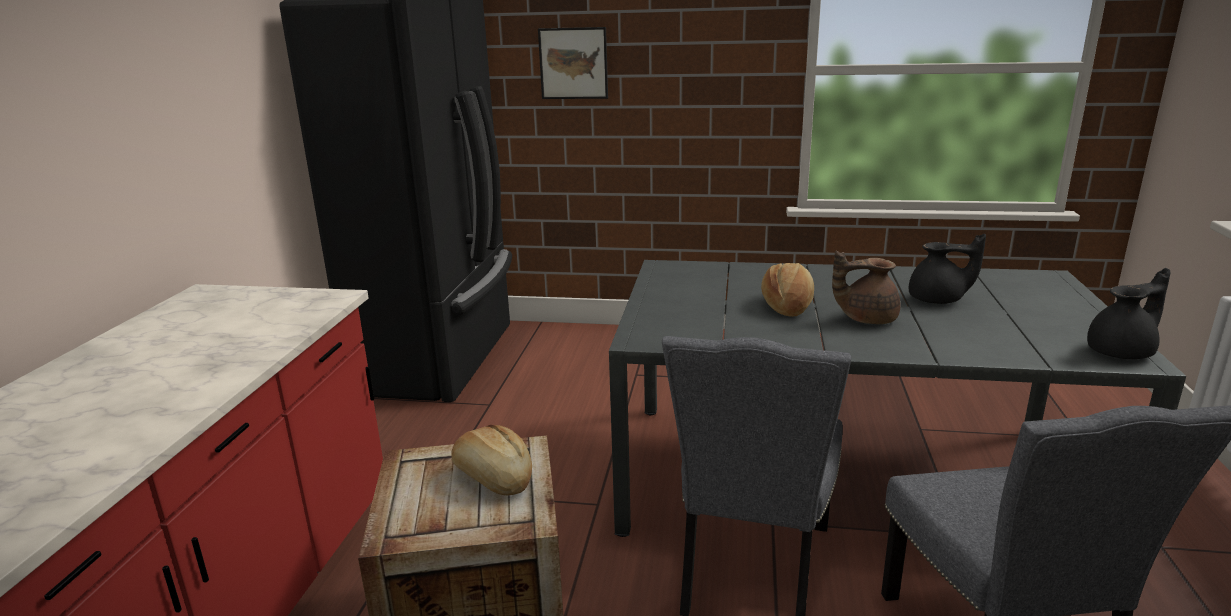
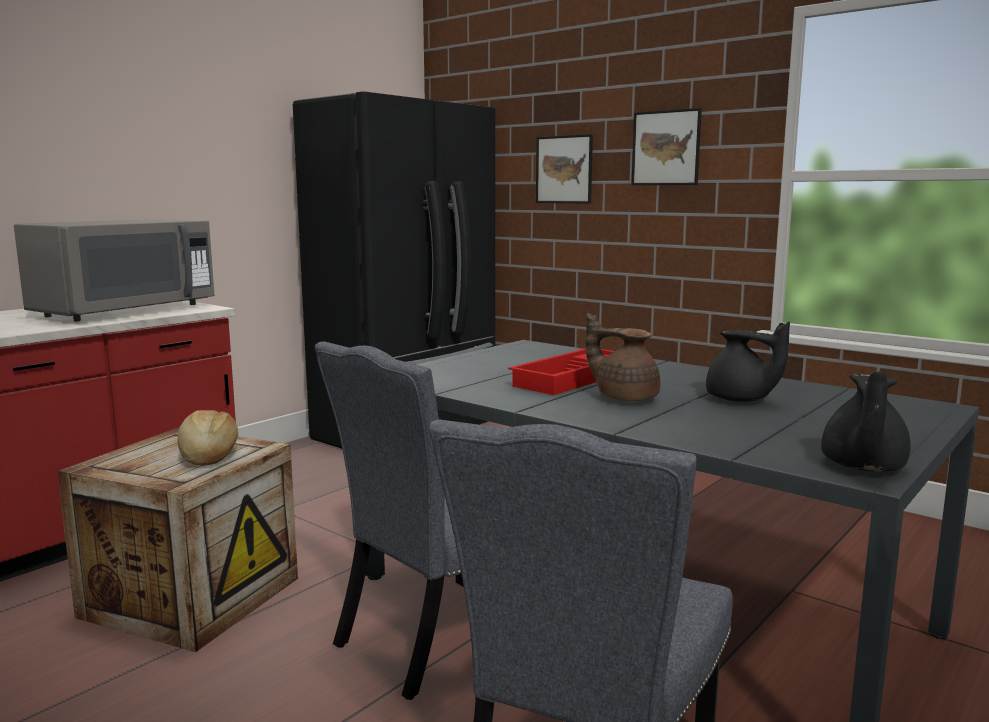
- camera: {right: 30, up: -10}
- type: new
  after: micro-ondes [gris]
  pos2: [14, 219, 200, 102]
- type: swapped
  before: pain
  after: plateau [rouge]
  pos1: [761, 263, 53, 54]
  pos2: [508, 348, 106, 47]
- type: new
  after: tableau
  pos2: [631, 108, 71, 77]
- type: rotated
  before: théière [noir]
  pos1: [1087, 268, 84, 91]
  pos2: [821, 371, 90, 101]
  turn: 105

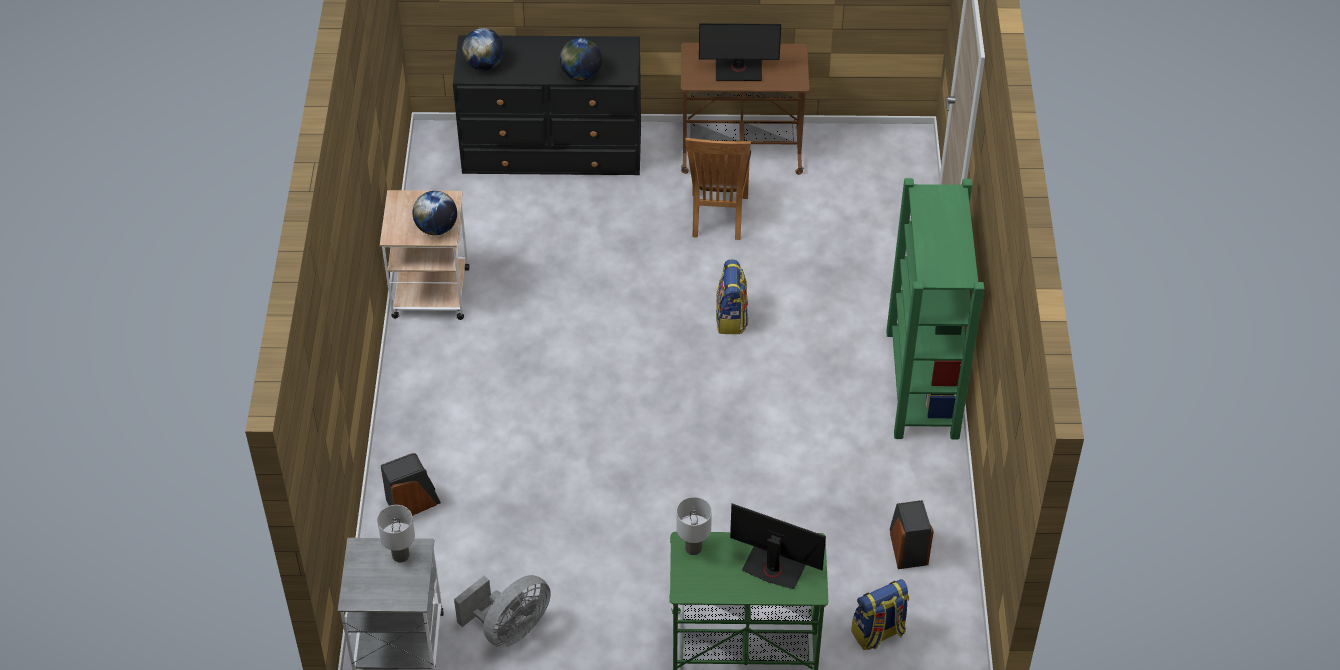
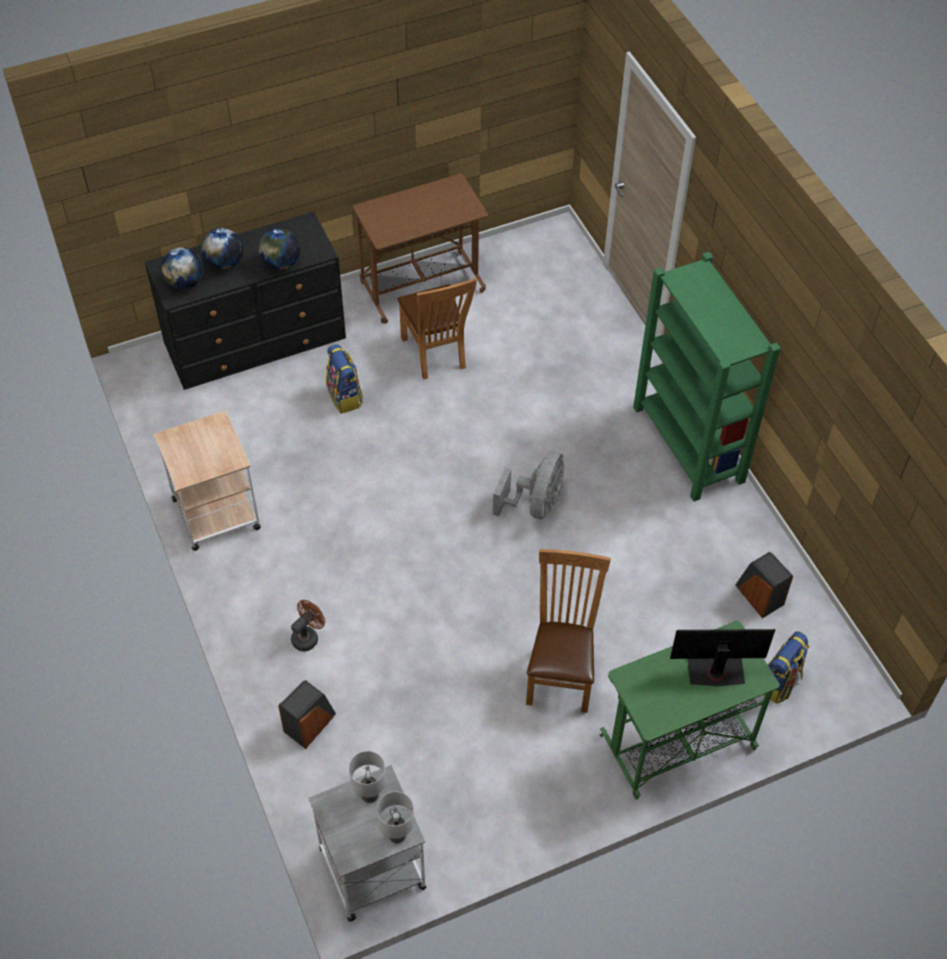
- camera: {right: -25, up: 5}
- type: shifted
  before: globe
  pos1: [412, 191, 45, 44]
  pos2: [201, 228, 42, 42]
- type: new
  after: ventilateur [marron]
  pos2: [291, 600, 34, 51]
- type: shifted
  before: sac à dos
  pos1: [716, 259, 32, 75]
  pos2: [326, 344, 37, 70]
- type: shifted
  before: lampe de table [blanc]
  pos1: [677, 497, 35, 58]
  pos2: [377, 792, 37, 51]
- type: shifted
  before: ventilateur [gris]
  pos1: [454, 575, 97, 72]
  pos2: [493, 451, 71, 68]
- type: new
  after: chaise [marron]
  pos2: [526, 549, 85, 164]
- type: gone
  before: écran d'ordinateur
  pos1: [699, 23, 82, 58]

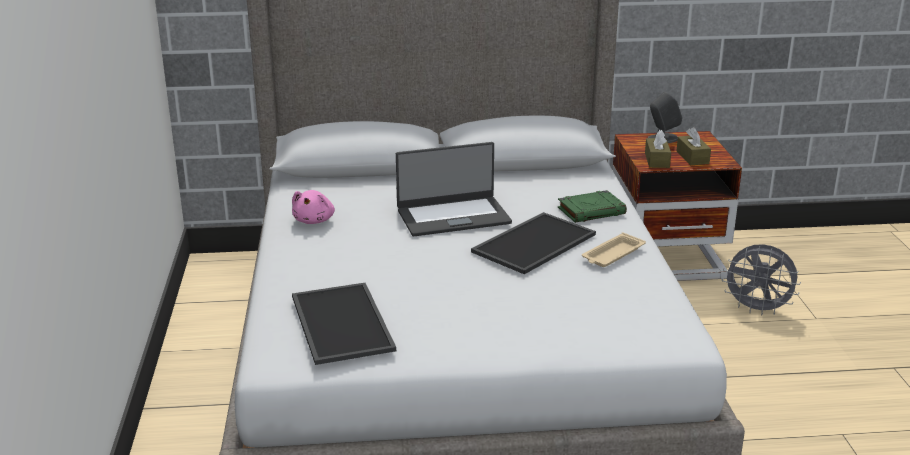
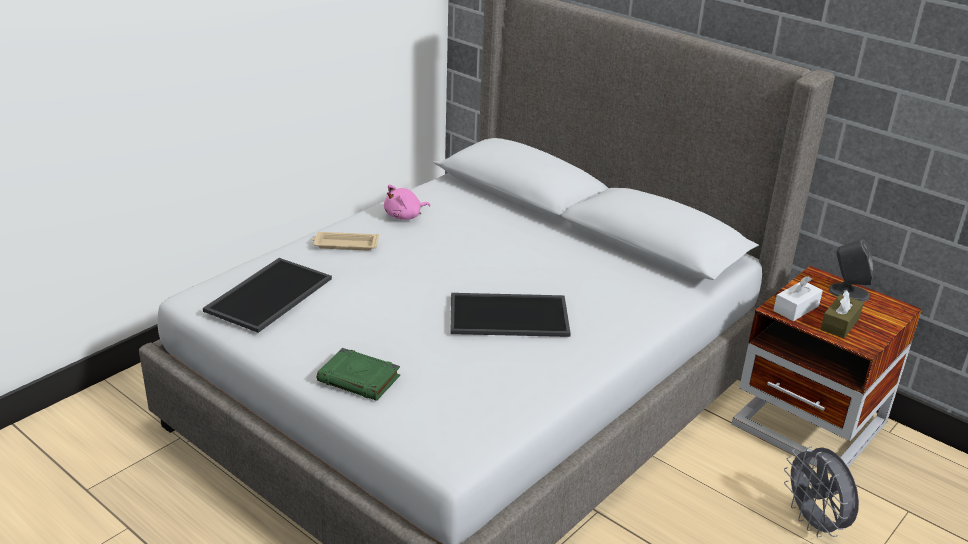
- camera: {right: 45, up: 5}
- type: shifted
  before: plateau [beige]
  pos1: [582, 232, 64, 35]
  pos2: [312, 232, 67, 18]
- type: shifted
  before: livre [vert]
  pos1: [558, 190, 69, 33]
  pos2: [317, 348, 83, 53]
- type: repainted
  before: boîte à mouchoirs [marron]
  after: boîte à mouchoirs [blanc]
  pos1: [645, 130, 26, 38]
  pos2: [773, 276, 50, 45]
- type: gone
  before: ordinateur portable
  pos1: [396, 142, 116, 94]

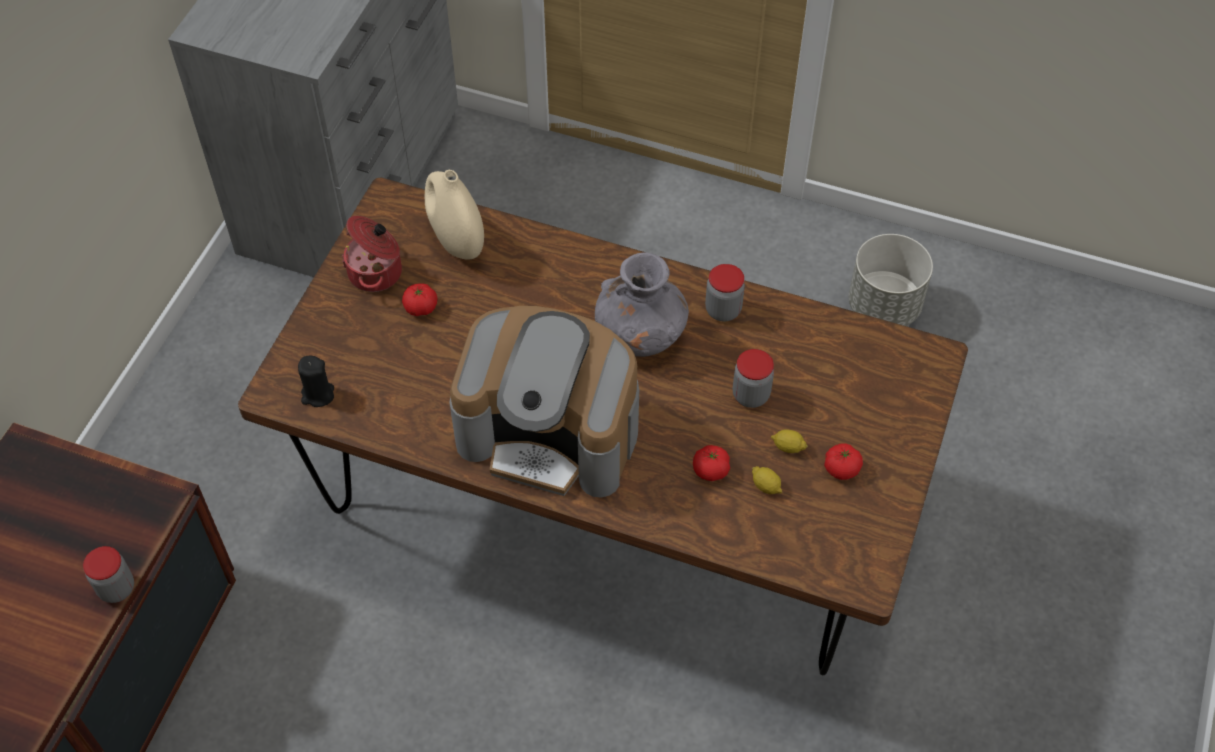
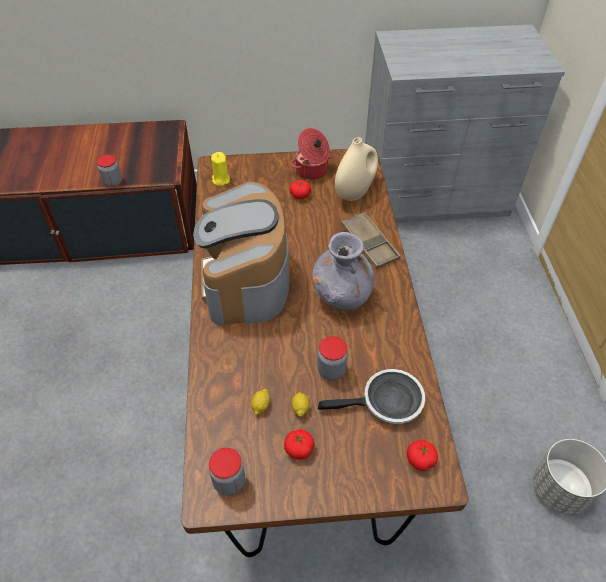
- camera: {right: 65, up: -5}
- type: shifted
  before: bocal
  pos1: [705, 264, 40, 57]
  pos2: [209, 447, 36, 49]
- type: repainted
  before: bougie [noir]
  after: bougie [jaune]
  pos1: [298, 356, 36, 51]
  pos2: [211, 152, 19, 34]
- type: new
  after: poêle
  pos2: [318, 369, 107, 55]
- type: new
  after: plateau [marron]
  pos2: [341, 212, 59, 57]
- type: shifted
  before: tomate
  pos1: [693, 445, 37, 36]
  pos2: [407, 440, 31, 31]

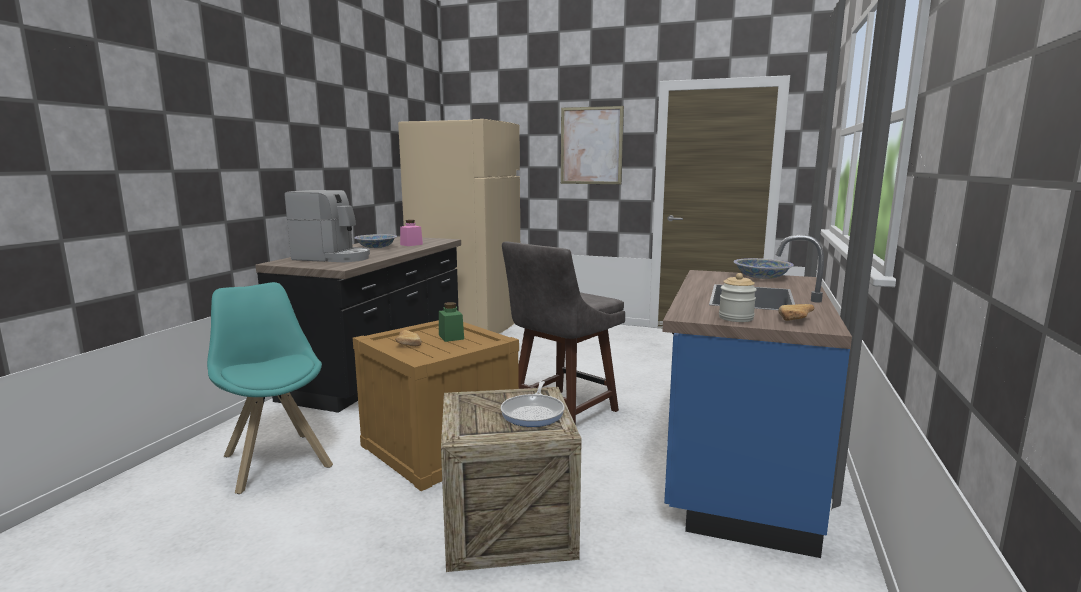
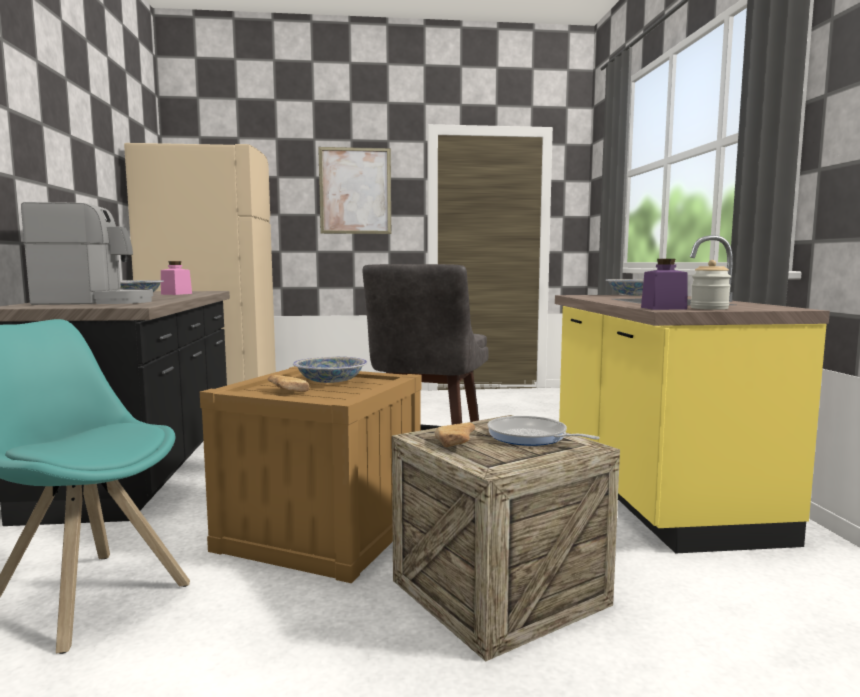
- camera: {right: -25, up: -5}
- type: swapped
  before: bocal [vert]
  after: bol
  pos1: [439, 302, 25, 40]
  pos2: [293, 357, 74, 26]
- type: shifted
  before: pain
  pos1: [778, 304, 36, 17]
  pos2: [435, 423, 40, 24]
- type: rotated
  before: poêle
  pos1: [501, 381, 63, 46]
  pos2: [488, 416, 112, 30]
  turn: 150
- type: repainted
  before: comptoir de cuisine [bleu]
  after: comptoir de cuisine [jaune]
  pos1: [662, 235, 190, 323]
  pos2: [555, 235, 275, 318]
- type: new
  after: bocal [violet]
  pos2: [641, 259, 47, 51]

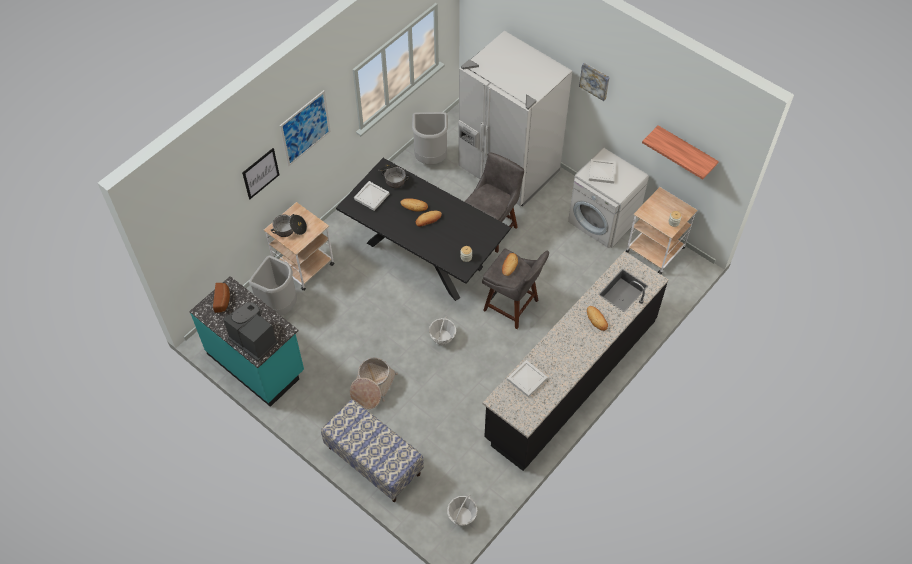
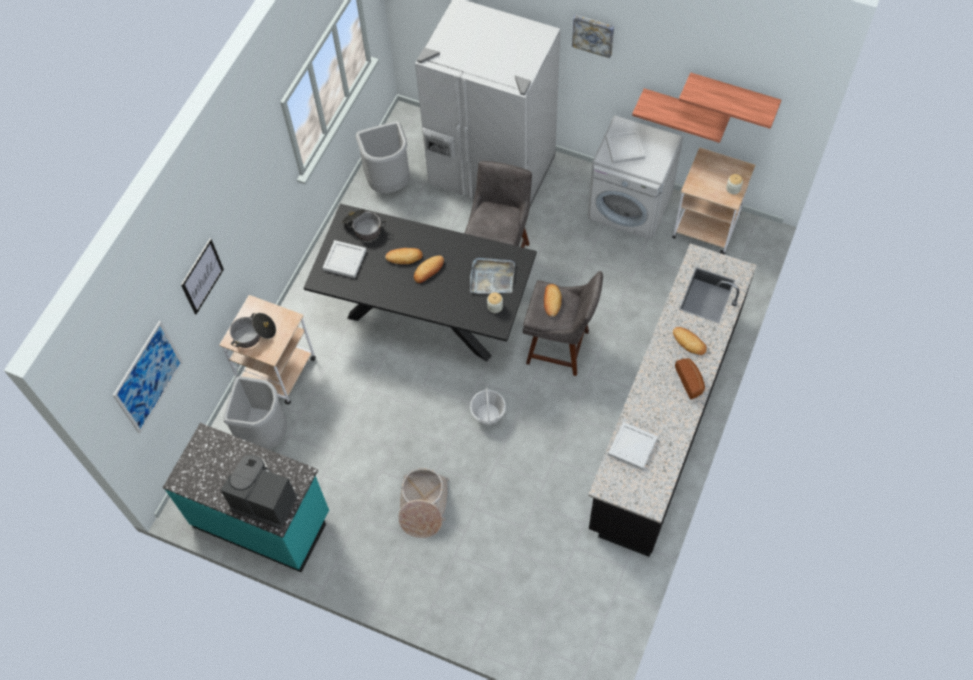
- camera: {right: -15, up: 5}
- type: shifted
  before: tableau
  pos1: [280, 90, 51, 77]
  pos2: [113, 320, 70, 113]
- type: new
  after: plateau [gris]
  pos2: [470, 258, 45, 36]
- type: new
  after: étagère
  pos2: [632, 88, 98, 55]
- type: shifted
  before: pain
  pos1: [213, 283, 17, 30]
  pos2: [675, 358, 30, 41]
- type: gone
  before: banc
  pos1: [321, 399, 103, 103]
- type: gone
  before: panier
  pos1: [447, 495, 30, 31]

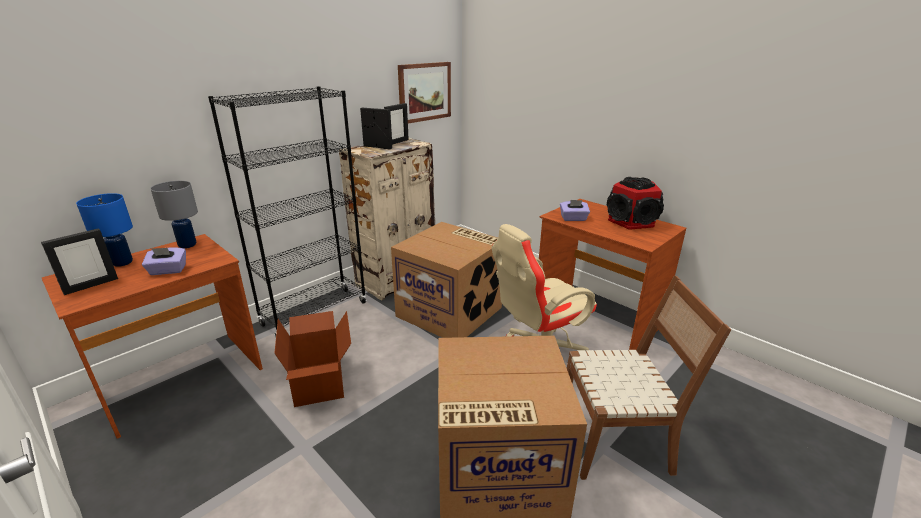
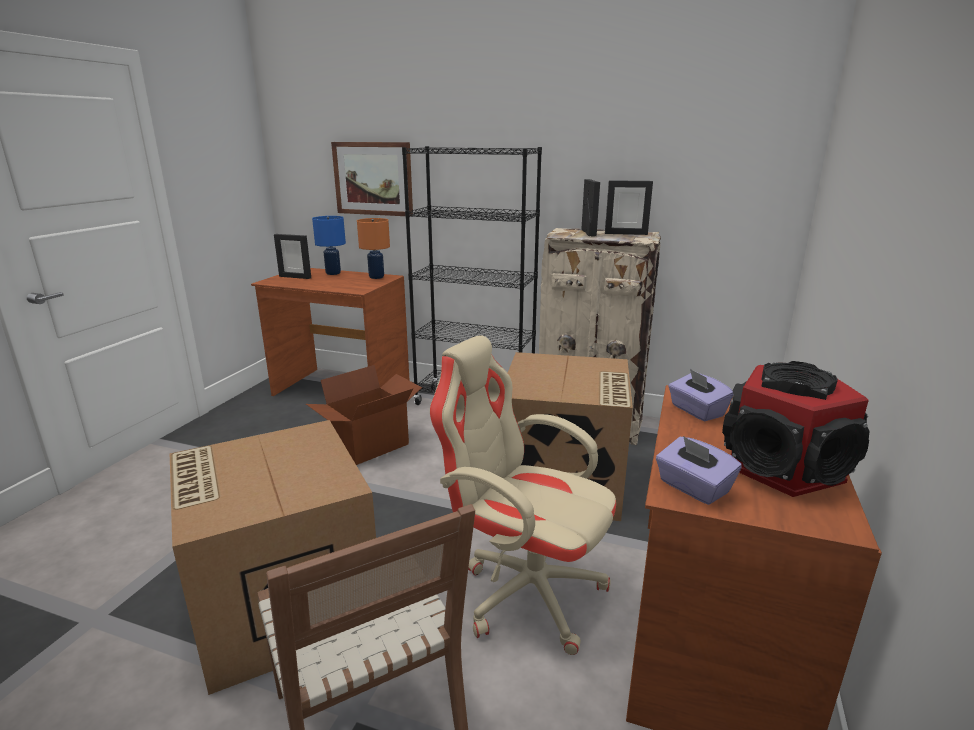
- camera: {right: 65, up: -5}
- type: shifted
  before: tableau
  pos1: [398, 62, 53, 62]
  pos2: [331, 142, 82, 74]
- type: repainted
  before: lampe de table [gris]
  after: lampe de table [orange]
  pos1: [150, 181, 48, 67]
  pos2: [357, 218, 33, 61]
- type: shifted
  before: boîte à mouchoirs [violet]
  pos1: [142, 248, 44, 27]
  pos2: [656, 436, 86, 69]

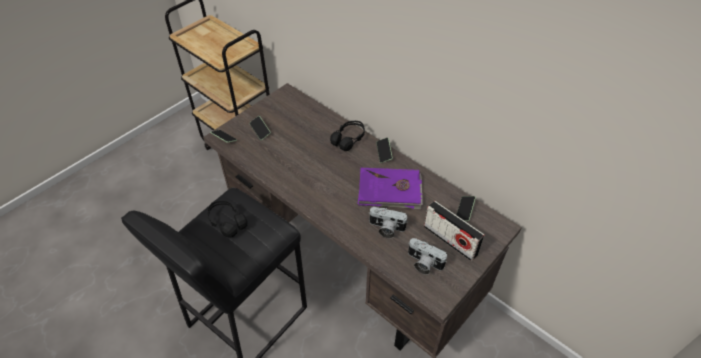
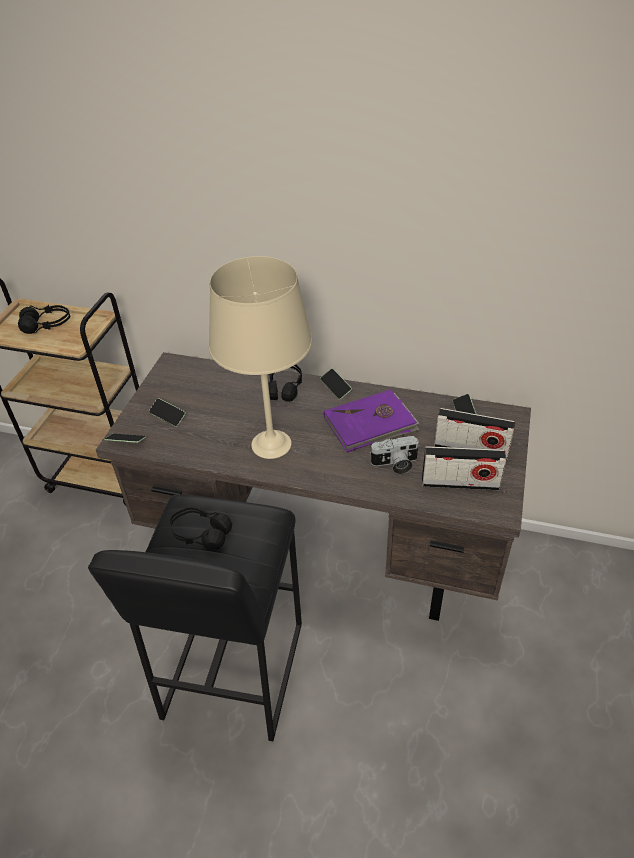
- camera: {right: -25, up: -5}
- type: new
  after: casque audio [noir]
  pos2: [18, 305, 53, 29]
- type: new
  after: lampe de table [beige]
  pos2: [209, 256, 103, 203]
- type: swapped
  before: appareil photo
  after: radio
  pos1: [408, 238, 39, 37]
  pos2: [422, 446, 84, 44]

